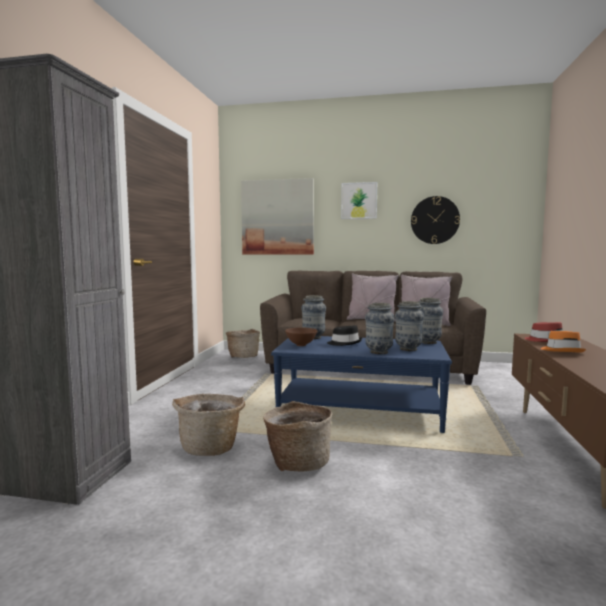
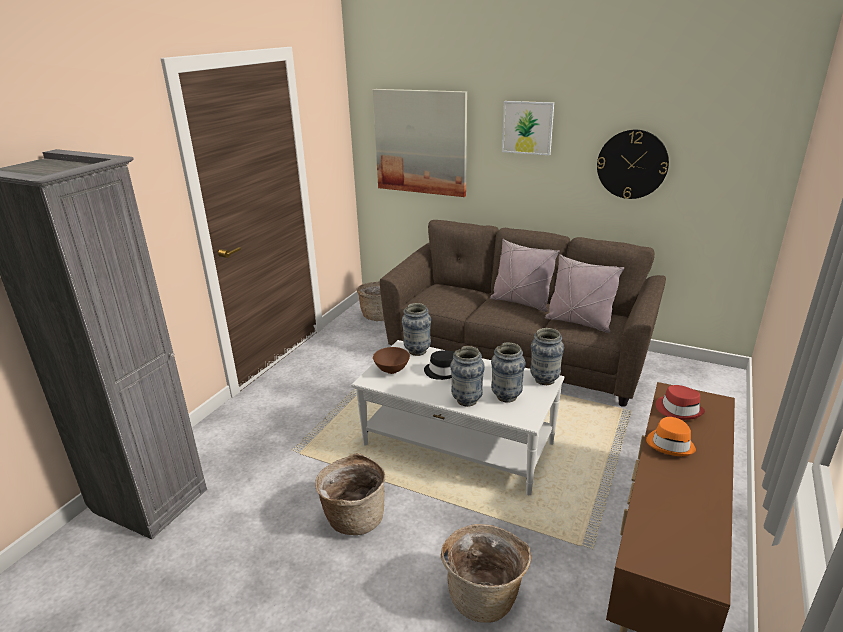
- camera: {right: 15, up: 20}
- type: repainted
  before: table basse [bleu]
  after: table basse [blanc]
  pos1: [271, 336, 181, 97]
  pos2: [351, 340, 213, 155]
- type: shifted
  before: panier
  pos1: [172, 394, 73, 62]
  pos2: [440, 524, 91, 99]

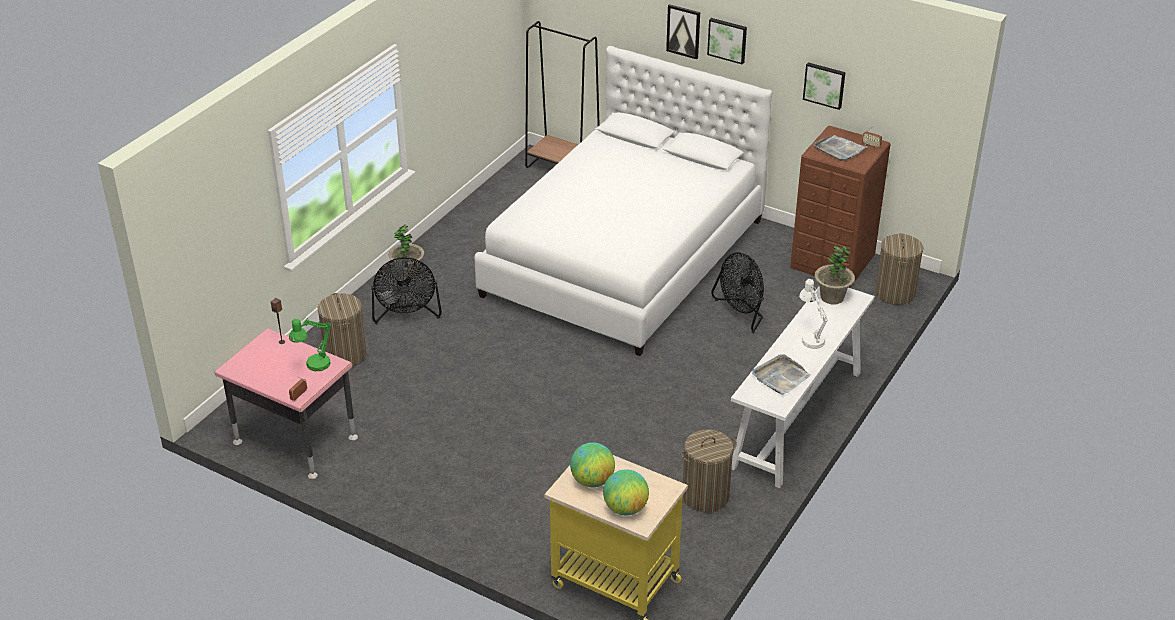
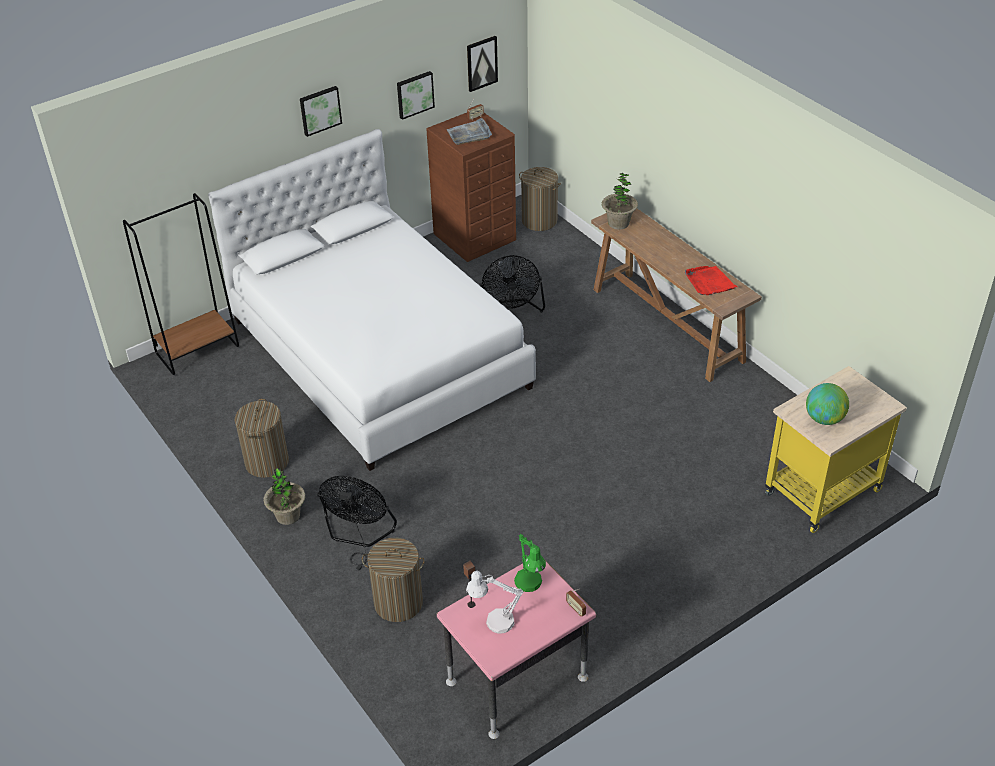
- camera: {right: -65, up: 5}
- type: shifted
  before: panier à linge
  pos1: [680, 430, 57, 82]
  pos2: [234, 399, 55, 79]
- type: rotated
  before: ventilateur [noir]
  pos1: [371, 257, 71, 67]
  pos2: [317, 476, 80, 95]
  turn: -90
- type: shifted
  before: lampe de table [blanc]
  pos1: [799, 279, 29, 70]
  pos2: [466, 571, 57, 62]
- type: shifted
  before: tableau
  pos1: [666, 4, 34, 55]
  pos2: [467, 36, 31, 56]
- type: repainted
  before: table console [blanc]
  after: table console [marron]
  pos1: [731, 286, 144, 202]
  pos2: [591, 209, 171, 173]
- type: repainted
  before: plateau [gris]
  after: plateau [rouge]
  pos1: [752, 354, 59, 41]
  pos2: [685, 266, 52, 29]
- type: gone
  before: globe
  pos1: [603, 469, 46, 46]

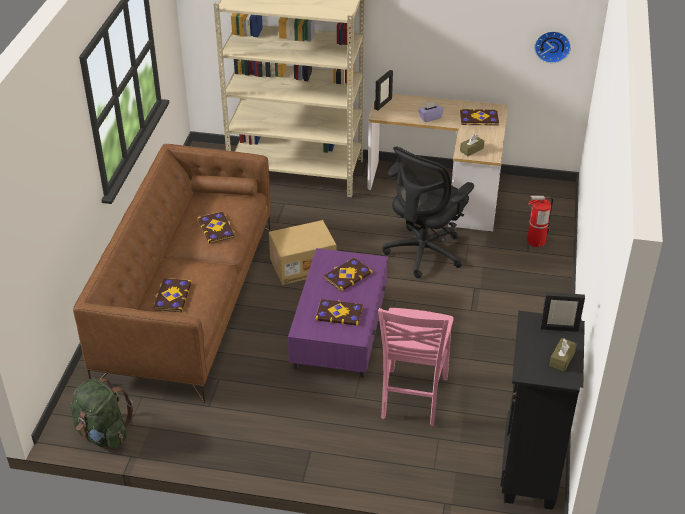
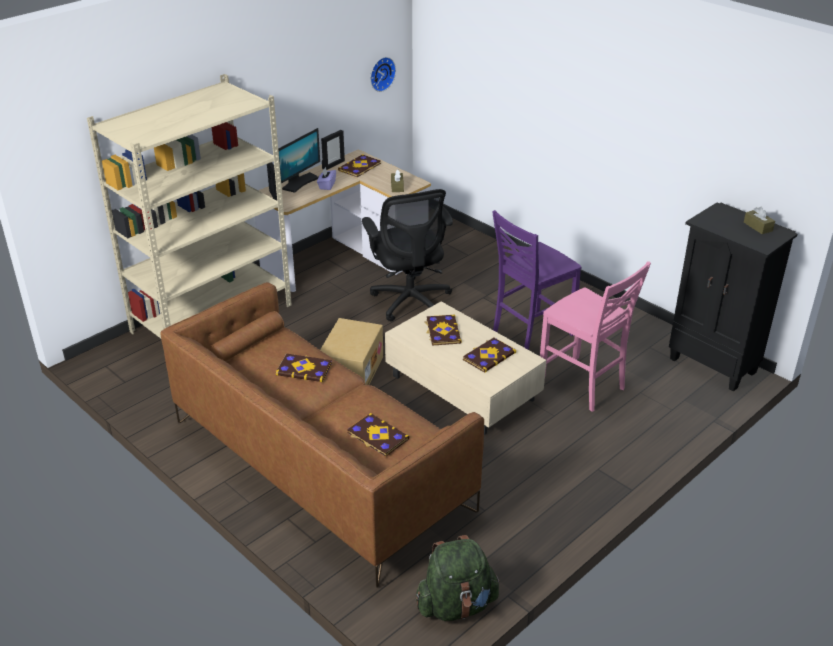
- camera: {right: -55, up: -5}
- type: new
  after: écran d'ordinateur
  pos2: [278, 128, 42, 65]
- type: shifted
  before: cadre photo
  pos1: [540, 292, 45, 40]
  pos2: [321, 130, 24, 40]
- type: repainted
  before: table basse [violet]
  after: table basse [beige]
  pos1: [288, 248, 100, 130]
  pos2: [385, 301, 161, 134]
- type: new
  after: chaise [violet]
  pos2: [492, 210, 90, 140]
- type: gone
  before: extincteur
  pos1: [527, 196, 26, 51]

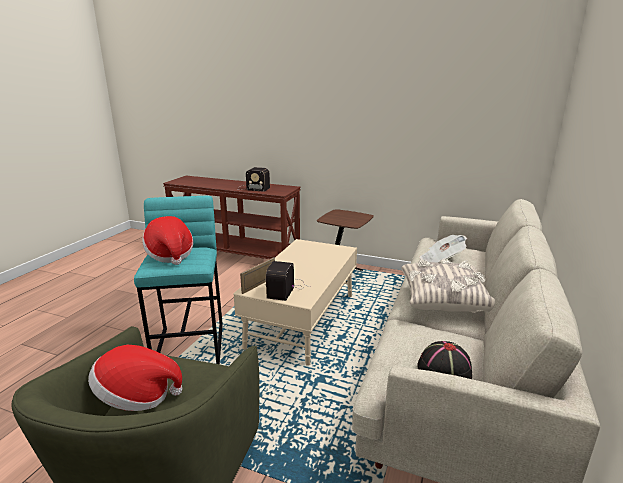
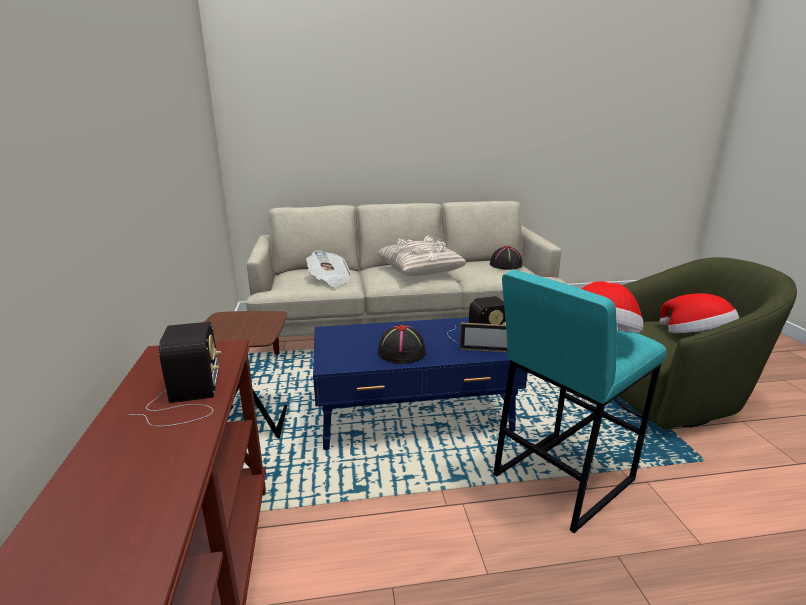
- camera: {right: -120, up: 0}
- type: repainted
  before: table basse [beige]
  after: table basse [bleu]
  pos1: [233, 239, 124, 127]
  pos2: [313, 317, 215, 133]
- type: new
  after: chapeau [noir]
  pos2: [378, 325, 48, 39]

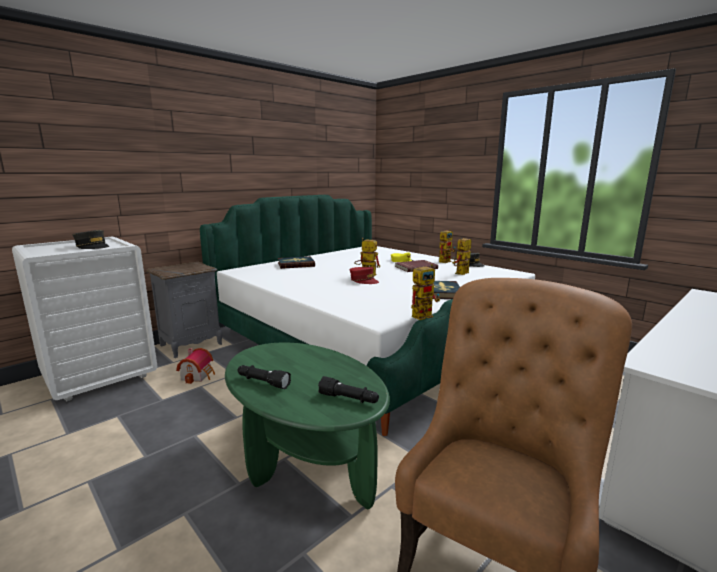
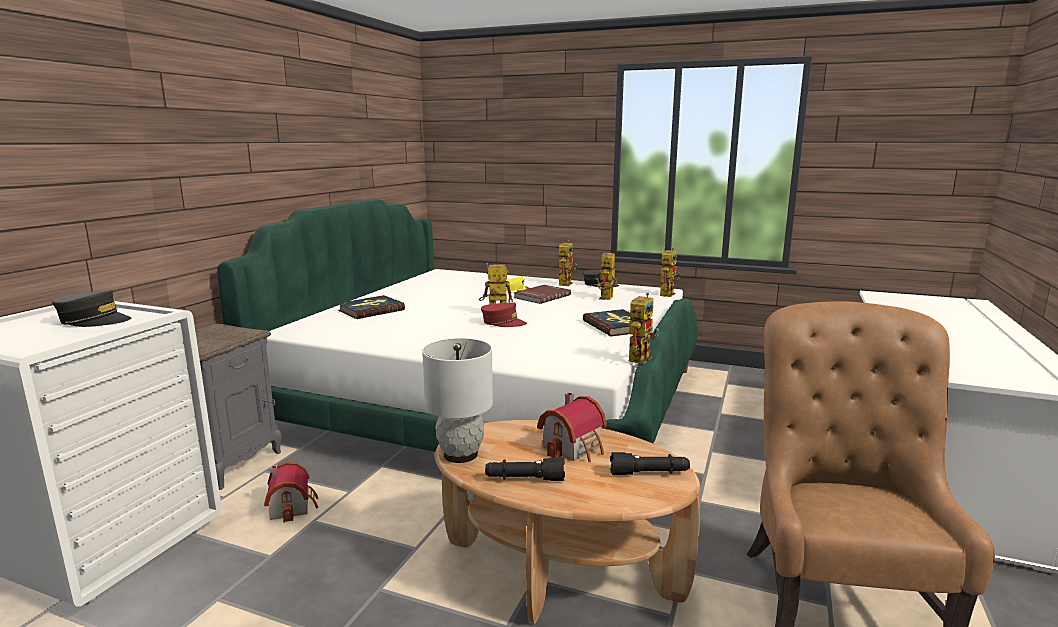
- camera: {right: -25, up: 0}
- type: new
  after: lampe de table [blanc]
  pos2: [422, 338, 71, 125]
- type: repainted
  before: table basse [vert]
  after: table basse [marron]
  pos1: [225, 343, 165, 167]
  pos2: [435, 420, 265, 203]
- type: new
  after: maison miniature
  pos2: [537, 392, 70, 70]
- type: new
  after: robot jouet
  pos2: [660, 248, 21, 49]

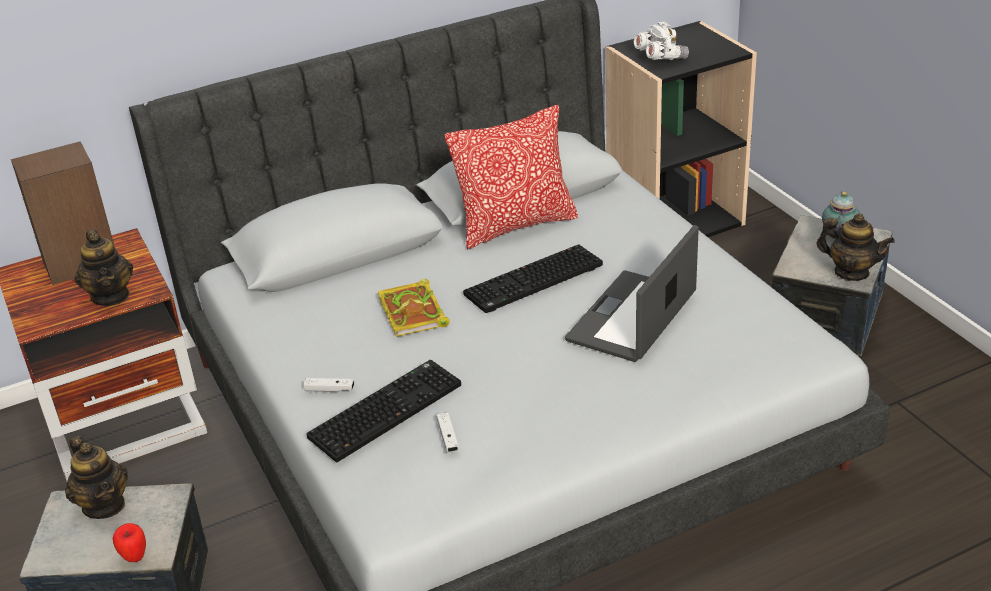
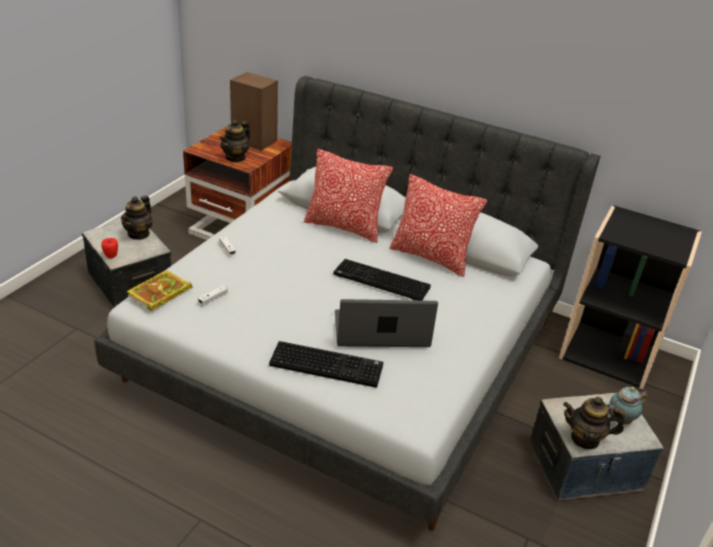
- camera: {right: 50, up: 0}
- type: shifted
  before: livre
  pos1: [378, 279, 72, 58]
  pos2: [127, 270, 65, 41]
- type: shifted
  before: clavier
  pos1: [306, 360, 155, 102]
  pos2: [269, 341, 115, 47]
- type: new
  after: coussin
  pos2: [304, 149, 89, 94]
- type: rotated
  before: théière
  pos1: [816, 213, 79, 68]
  pos2: [563, 397, 62, 53]
  turn: 105
- type: gone
  before: jumelles [blanc]
  pos1: [634, 22, 55, 38]

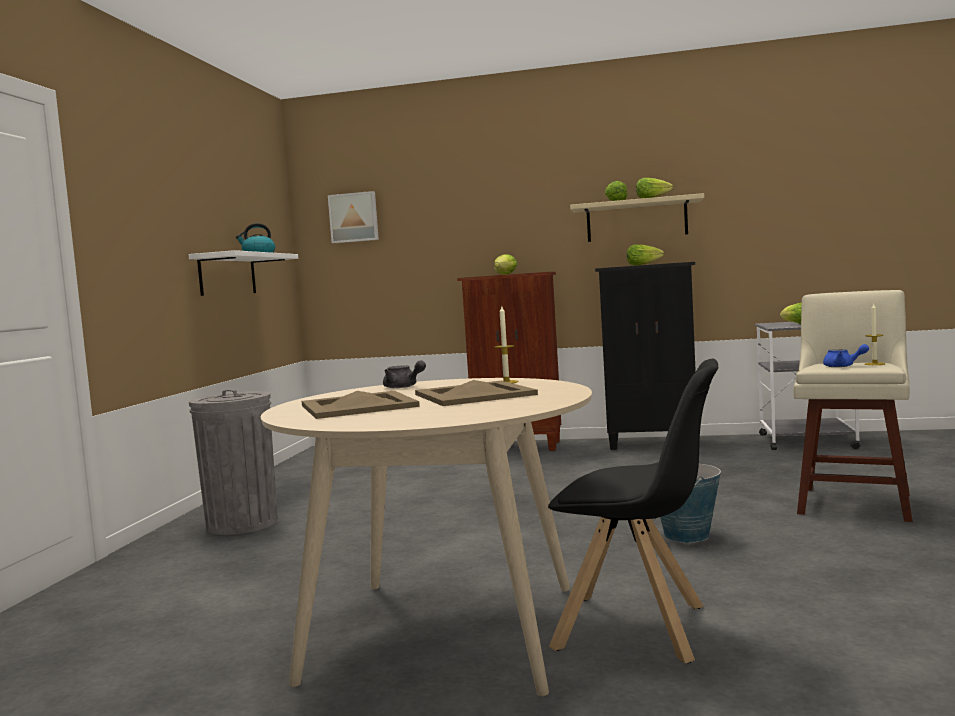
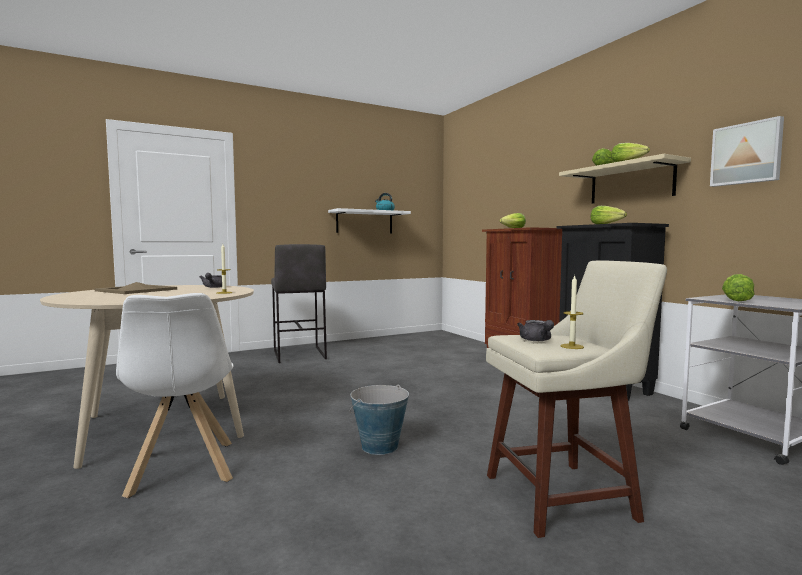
- camera: {right: 50, up: 0}
- type: repainted
  before: chaise [noir]
  after: chaise [blanc]
  pos1: [548, 359, 170, 304]
  pos2: [116, 293, 118, 205]
- type: swapped
  before: poubelle [gris]
  after: tabouret [gris]
  pos1: [189, 389, 88, 146]
  pos2: [271, 244, 56, 119]
- type: repainted
  before: théière [bleu]
  after: théière [gris]
  pos1: [823, 344, 46, 23]
  pos2: [517, 320, 37, 21]
- type: shifted
  before: tableau
  pos1: [328, 191, 51, 52]
  pos2: [710, 116, 74, 71]
- type: gone
  before: plateau [beige]
  pos1: [415, 380, 123, 26]

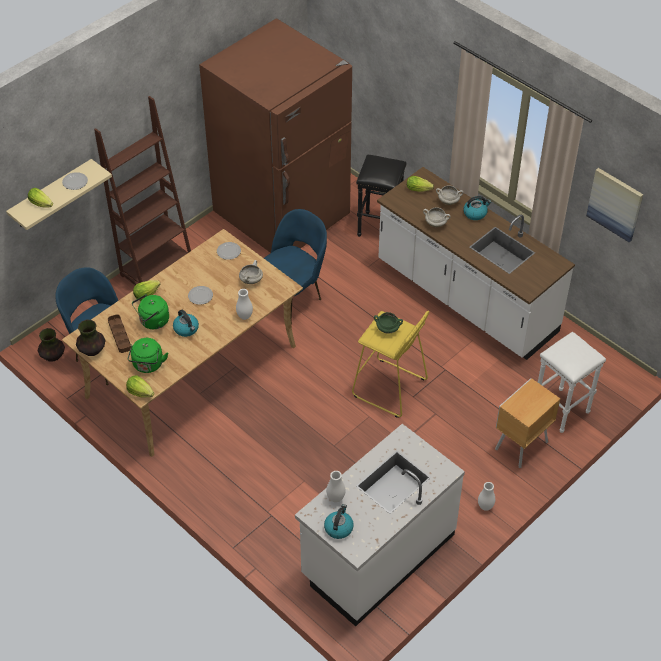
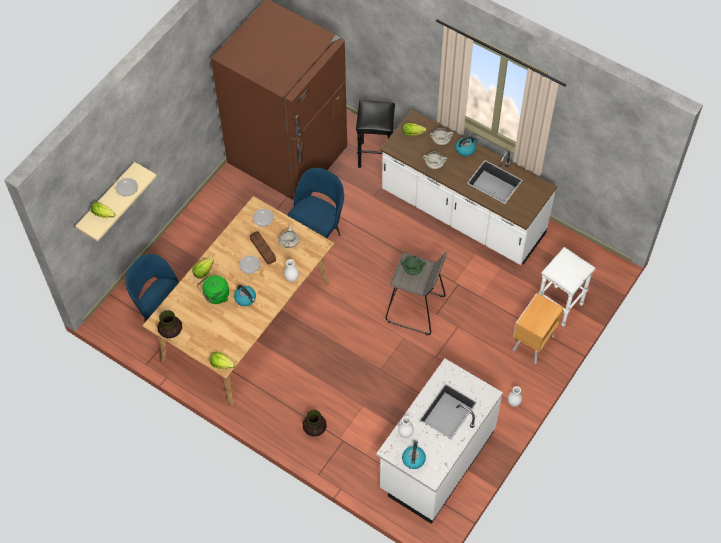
- camera: {right: -10, up: 10}
- type: shifted
  before: plateau [marron]
  pos1: [108, 314, 23, 39]
  pos2: [250, 231, 26, 33]
- type: shifted
  before: vase
  pos1: [38, 328, 27, 34]
  pos2: [303, 410, 24, 27]
- type: repainted
  before: tabouret [jaune]
  after: tabouret [gris]
  pos1: [352, 311, 77, 107]
  pos2: [386, 252, 61, 83]
- type: gone
  before: bibliothèque [marron]
  pos1: [94, 96, 97, 189]
- type: gone
  before: bouilloire [vert]
  pos1: [128, 338, 40, 35]
- type: gone
  before: tableau
  pos1: [586, 168, 57, 74]

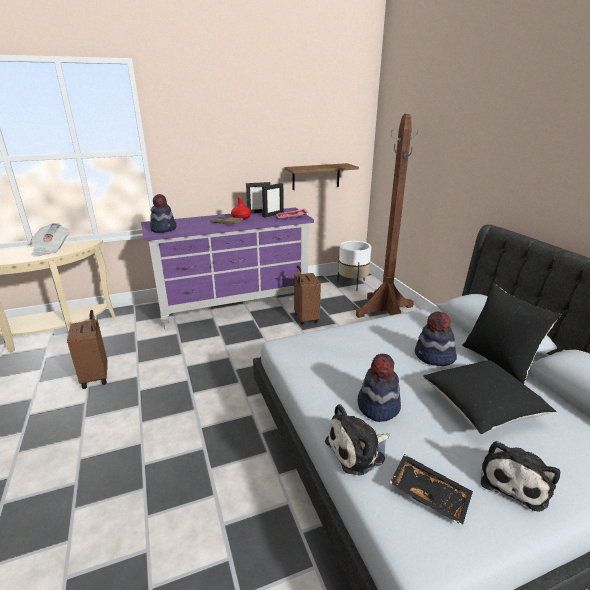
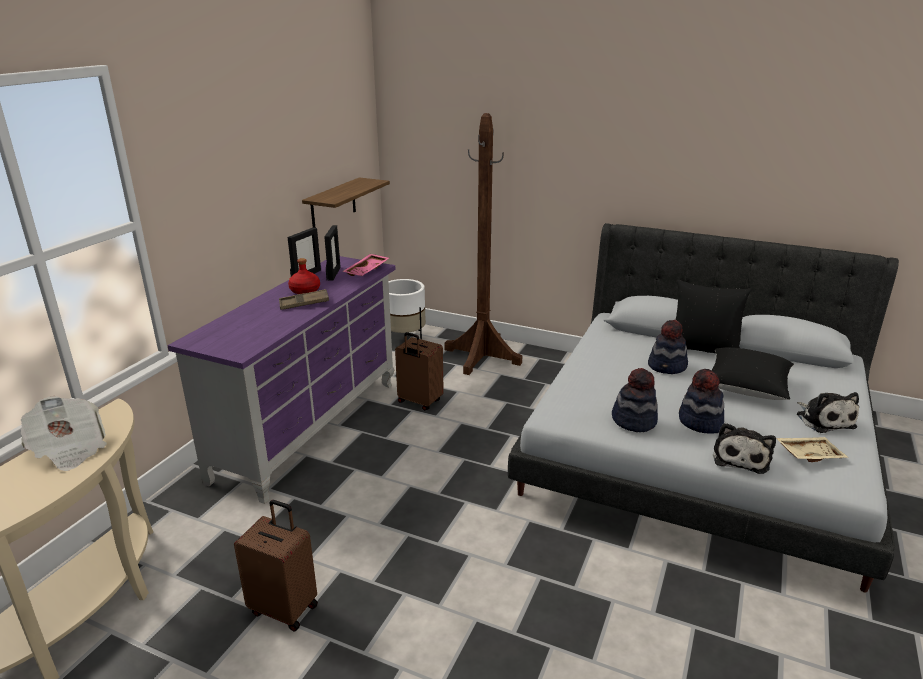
- camera: {right: -45, up: 0}
- type: shifted
  before: chapeau
  pos1: [150, 194, 26, 39]
  pos2: [612, 368, 46, 64]
- type: repainted
  before: plateau [noir]
  after: plateau [beige]
  pos1: [390, 454, 83, 72]
  pos2: [776, 437, 73, 25]

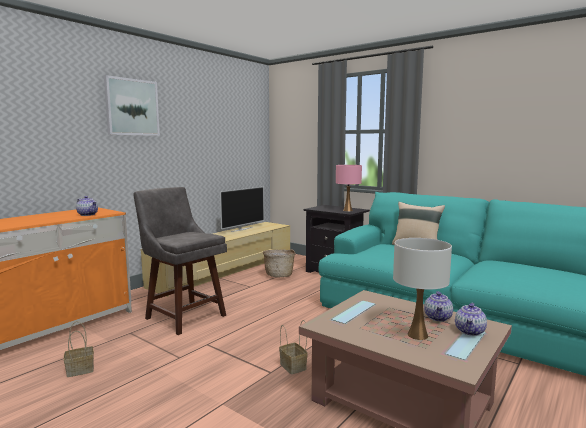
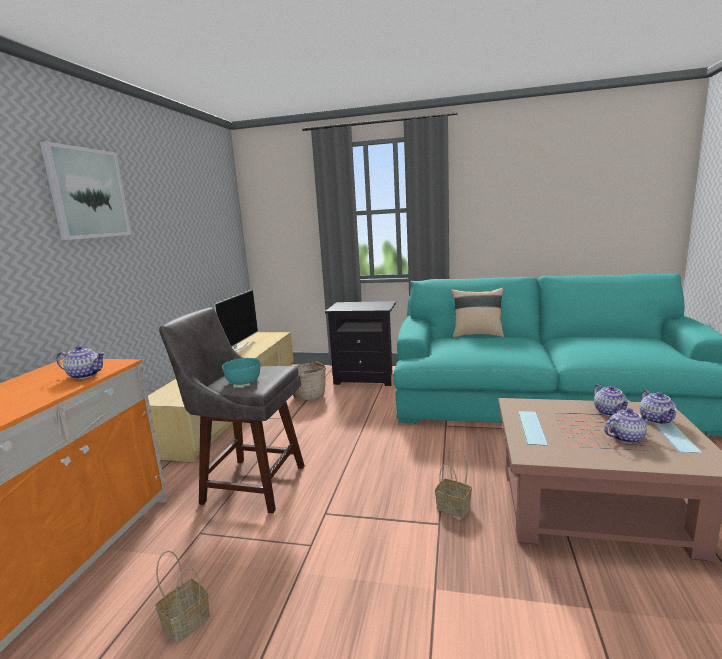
- camera: {right: -25, up: 5}
- type: new
  after: bol [turquoise]
  pos2: [222, 358, 38, 27]
- type: swapped
  before: lampe de table [blanc]
  after: théière
  pos1: [393, 238, 59, 102]
  pos2: [604, 408, 47, 36]
- type: gone
  before: lampe de table [rose]
  pos1: [336, 165, 26, 47]

